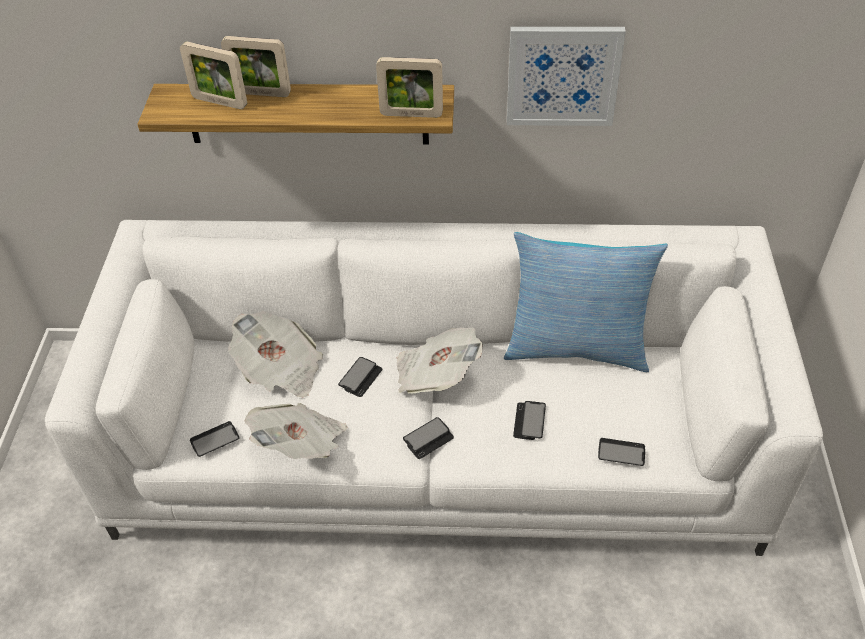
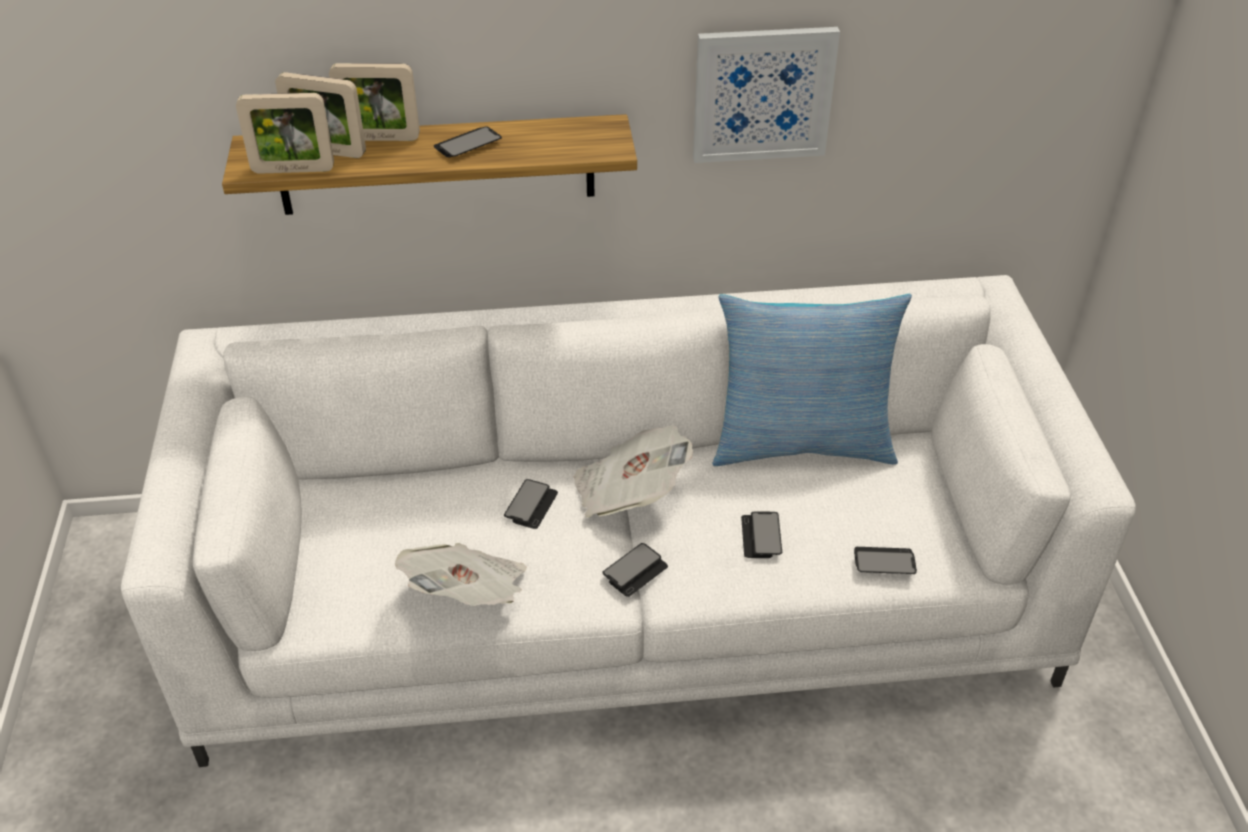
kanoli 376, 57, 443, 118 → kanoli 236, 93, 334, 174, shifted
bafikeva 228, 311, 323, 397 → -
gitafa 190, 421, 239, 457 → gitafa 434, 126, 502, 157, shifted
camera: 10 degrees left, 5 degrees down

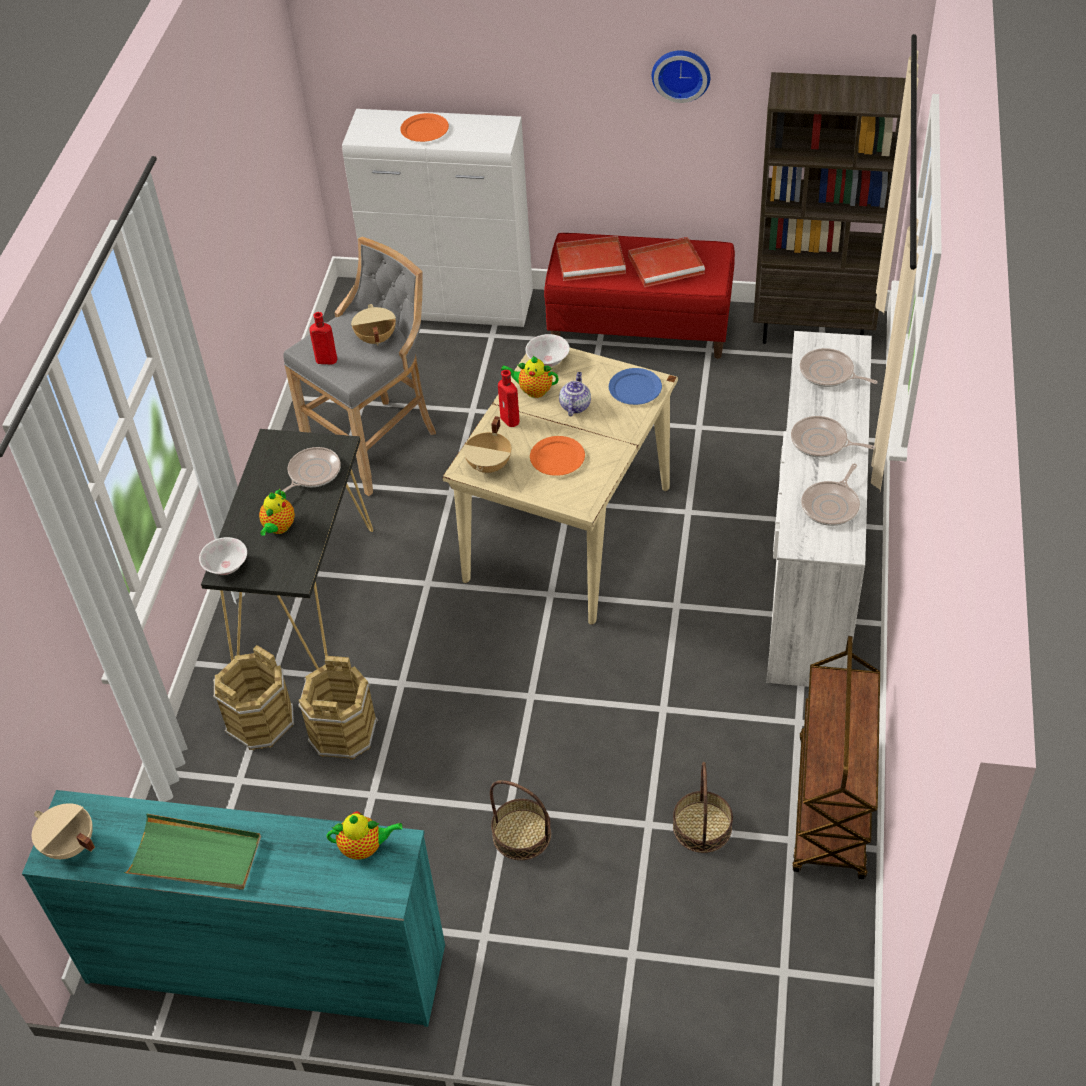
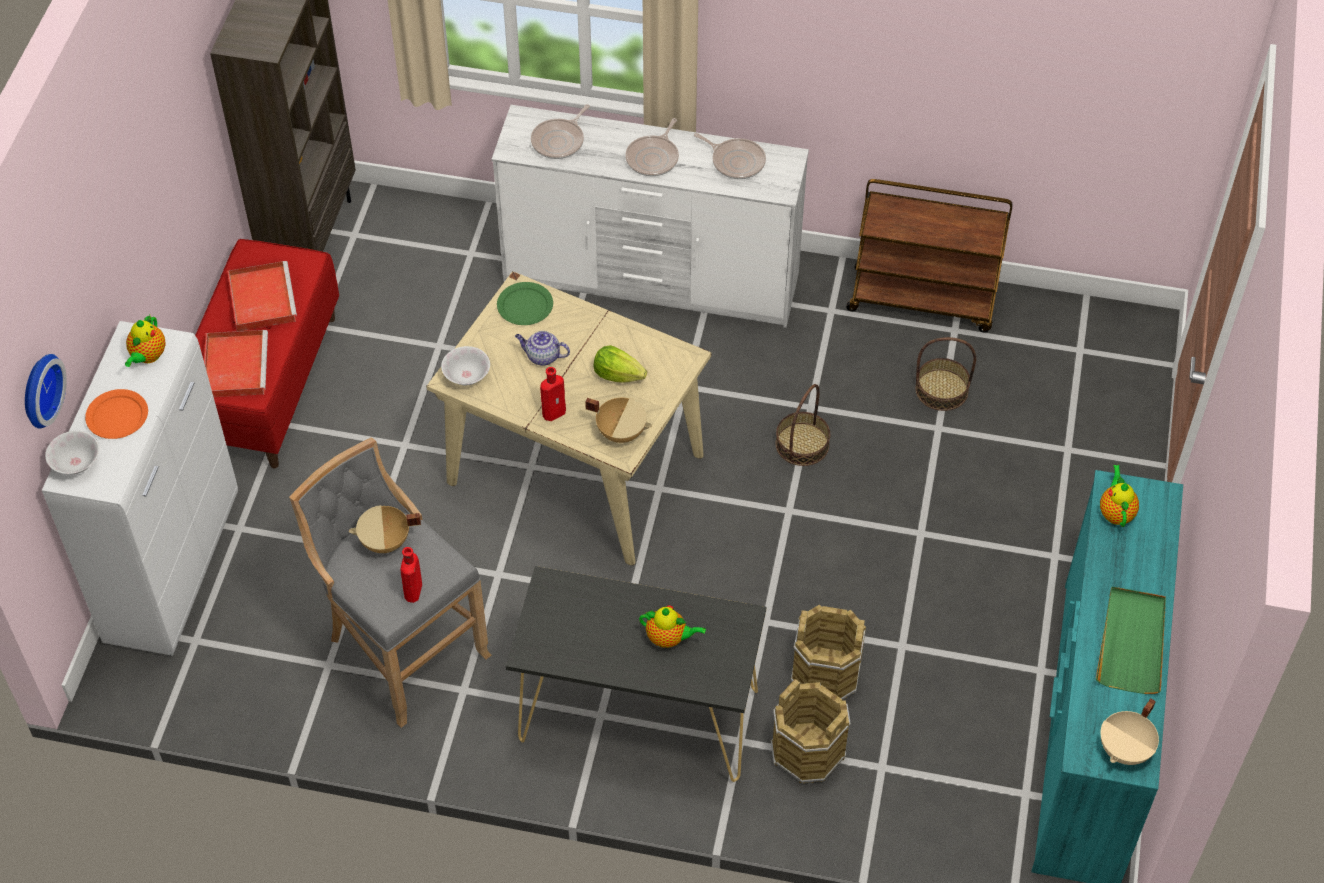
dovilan 652, 50, 710, 103 → dovilan 25, 354, 67, 429, shifted
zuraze 501, 356, 559, 398 → zuraze 125, 315, 165, 367, shifted
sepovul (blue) 609, 368, 662, 405 → sepovul (green) 497, 282, 553, 325
sepovul (orange) 530, 436, 585, 476 → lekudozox 594, 345, 647, 383
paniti 282, 447, 341, 492 → -
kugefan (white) 199, 537, 247, 575 → kugefan (white) 45, 431, 100, 474, shifted
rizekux 490, 780, 551, 860 → rizekux 775, 384, 830, 466, shifted
camera: 90 degrees left, 5 degrees up

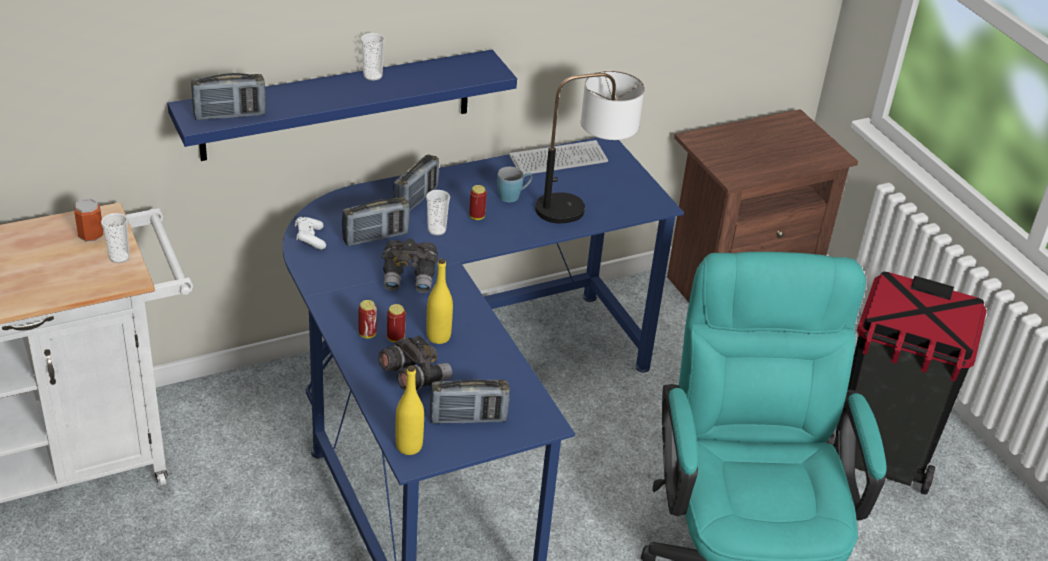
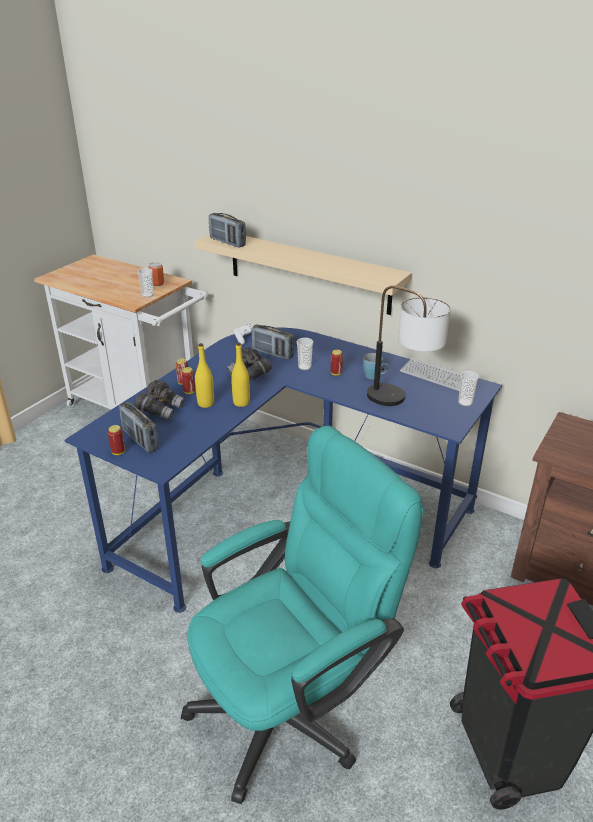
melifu 361, 33, 385, 81 → melifu 458, 371, 479, 406, shifted
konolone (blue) 167, 50, 517, 161 → konolone (beige) 195, 234, 412, 315
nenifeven 392, 155, 439, 211 → -
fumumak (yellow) 396, 365, 424, 455 → fumumak (yellow) 231, 343, 250, 407, shifted
- → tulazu 108, 425, 125, 455
camera: 60 degrees right, 5 degrees down

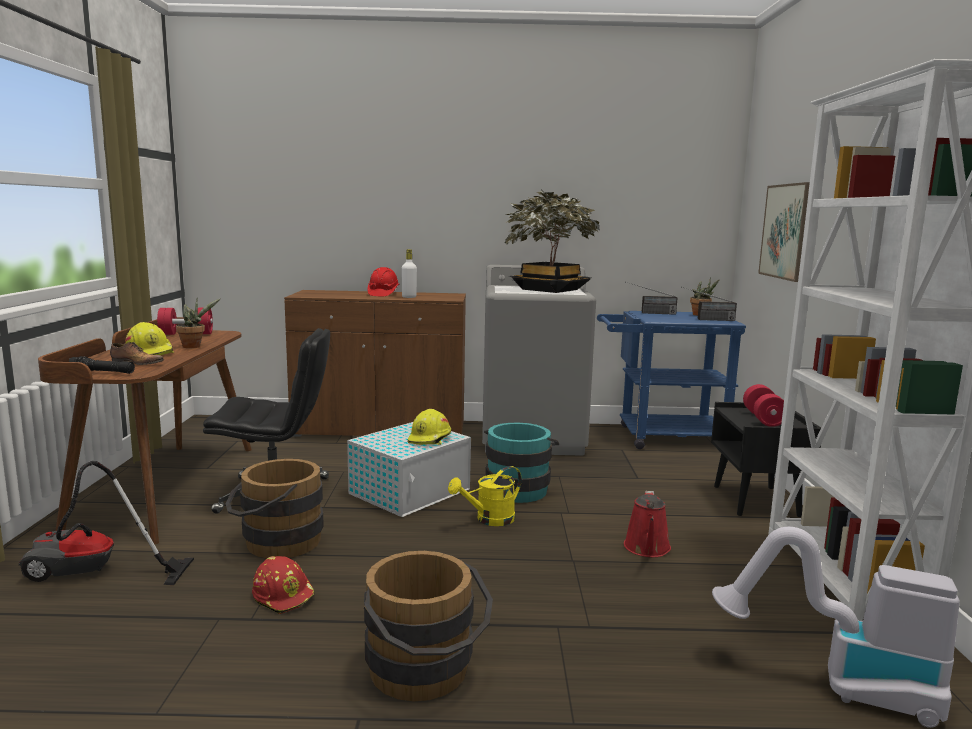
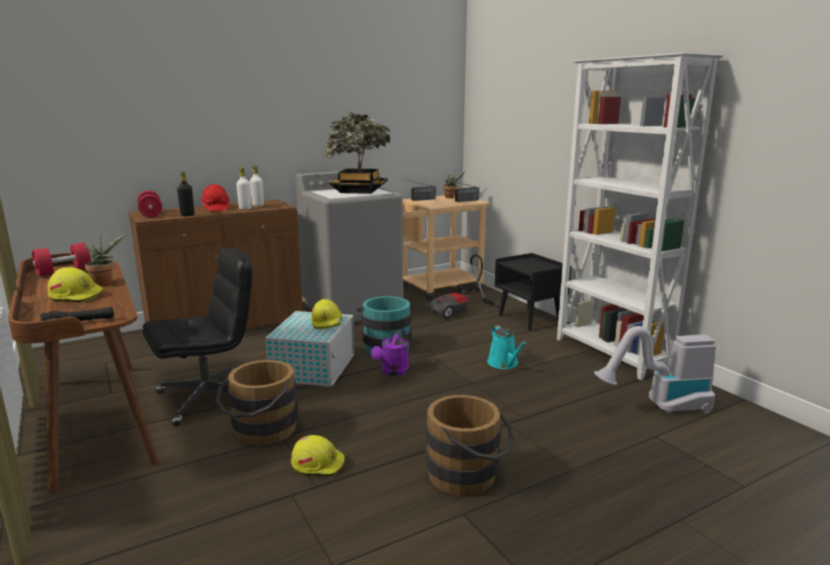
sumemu 758, 182, 810, 282 → -
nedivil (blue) 597, 311, 746, 449 → nedivil (beige) 403, 195, 489, 300
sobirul 110, 342, 164, 365 → -
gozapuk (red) 743, 384, 784, 427 → gozapuk (red) 138, 190, 162, 218, shifted
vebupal 19, 461, 194, 585 → vebupal 430, 254, 500, 319, shifted
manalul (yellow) 448, 466, 522, 526 → manalul (purple) 371, 330, 409, 376
manalul (red) 624, 491, 671, 557 → manalul (turquoise) 487, 326, 527, 369
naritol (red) 252, 556, 315, 614 → naritol (yellow) 291, 435, 345, 477
- → fumumak (white) 250, 165, 264, 206
- → fumumak (black) 177, 172, 194, 216
camera: 30 degrees left, 5 degrees up

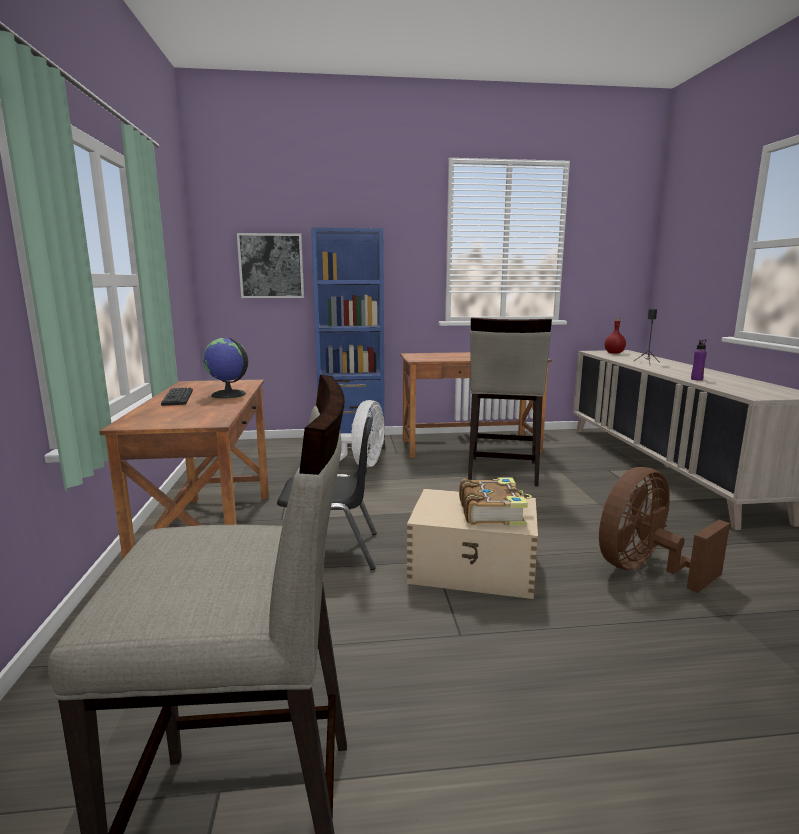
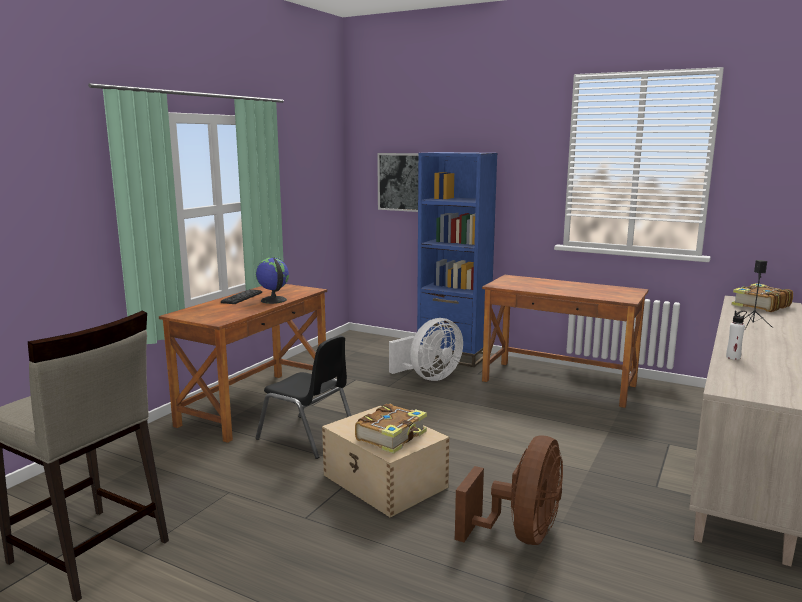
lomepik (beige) 468, 318, 552, 487 → -
fumumak (red) 605, 318, 626, 354 → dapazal 731, 283, 793, 312
fumumak (purple) 691, 339, 707, 381 → fumumak (white) 726, 311, 747, 360
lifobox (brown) 599, 467, 730, 593 → lifobox (brown) 455, 435, 563, 545, 120 degrees clockwise
camera: 35 degrees right, 0 degrees up

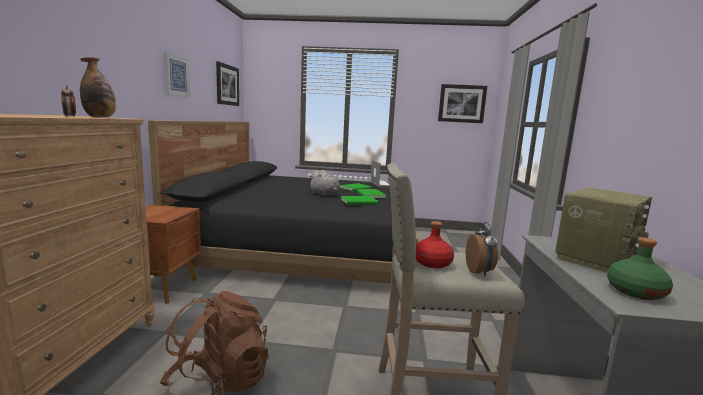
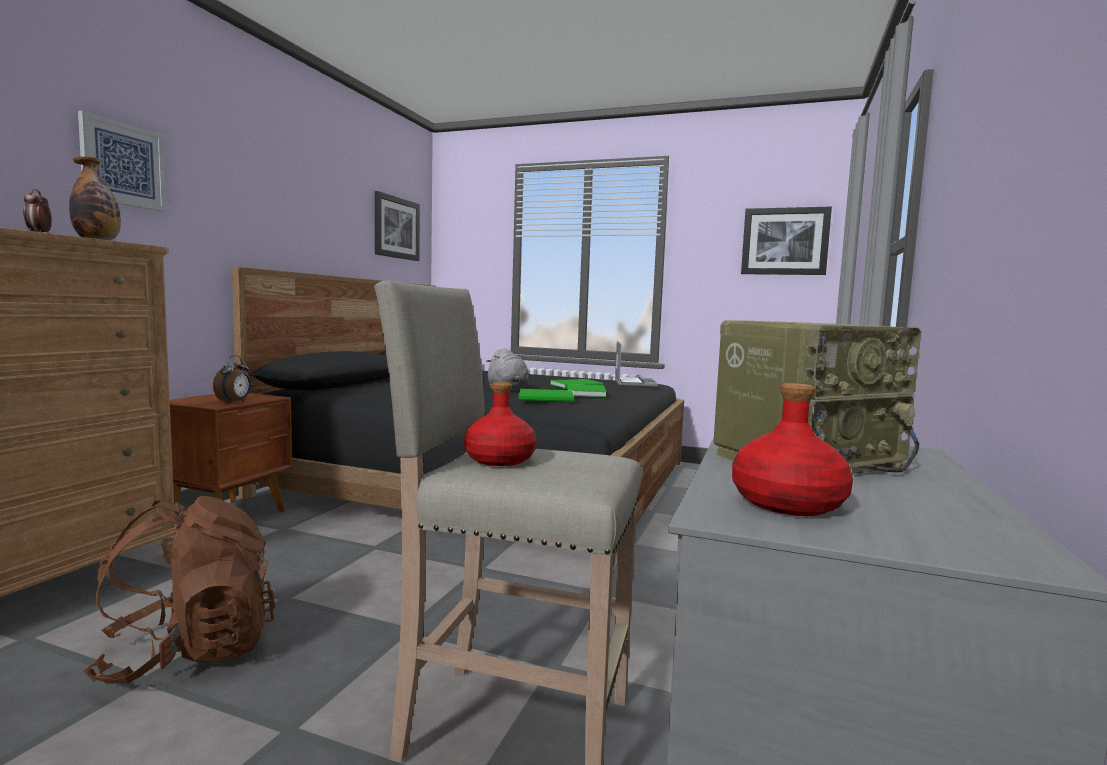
sumemu 163, 51, 191, 97 → sumemu 78, 111, 166, 211, shifted
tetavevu 466, 222, 498, 277 → tetavevu 213, 355, 251, 404, shifted
fumumak (green) 607, 237, 673, 300 → fumumak (red) 732, 383, 853, 516
camera: 15 degrees right, 5 degrees down

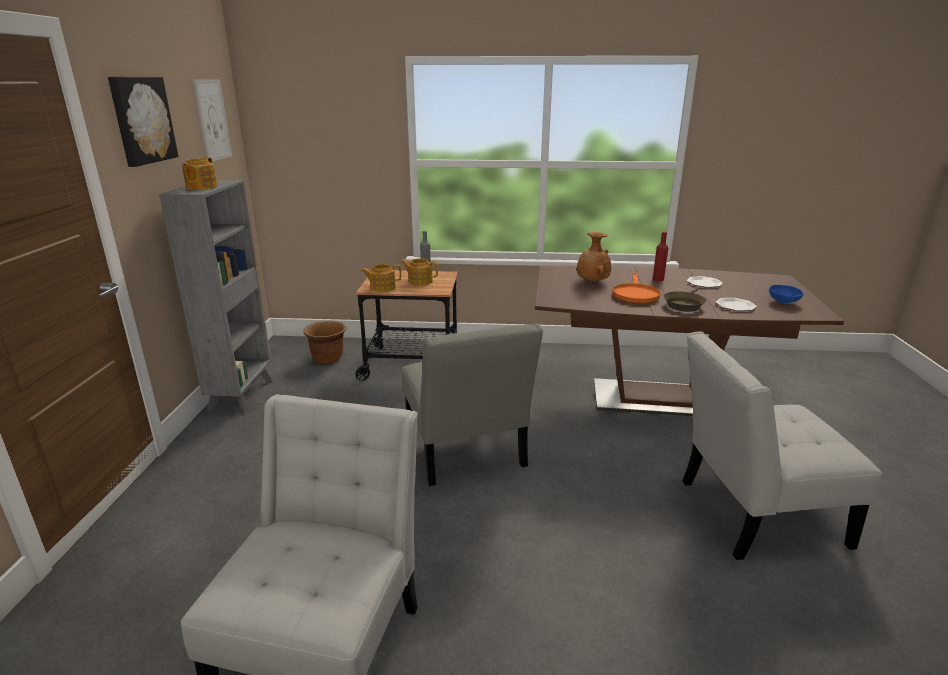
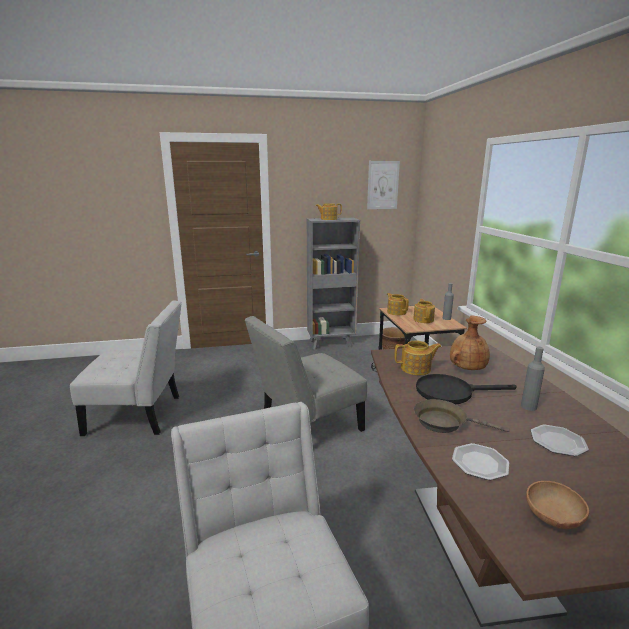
sumemu 108, 77, 178, 167 → -
fumumak (red) 653, 232, 668, 281 → fumumak (grey) 521, 347, 545, 411
paniti (orange) 612, 272, 661, 303 → paniti (black) 416, 374, 517, 404
kugefan (blue) 769, 285, 804, 304 → kugefan (brown) 526, 481, 589, 529
- → zuraze 394, 340, 442, 375
camera: 75 degrees right, 5 degrees down

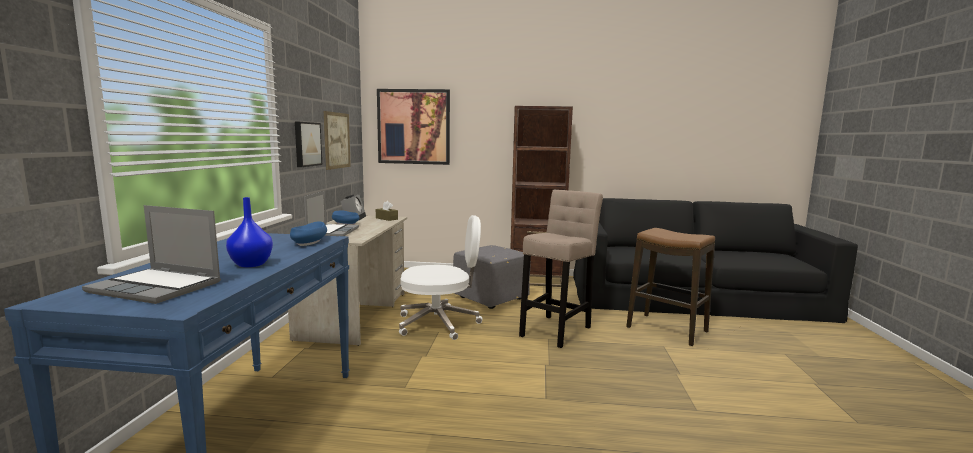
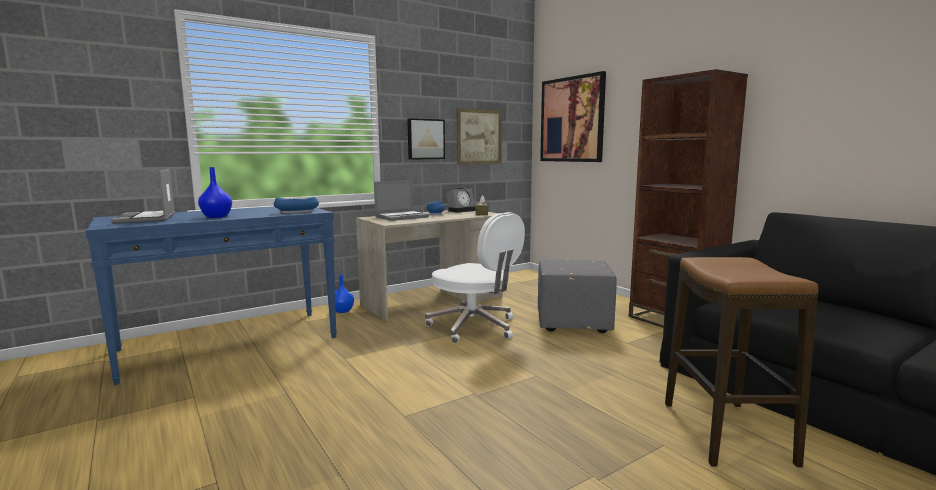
lomepik (beige) 519, 190, 603, 348 → -
- → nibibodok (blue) 335, 274, 354, 313
camera: 50 degrees right, 0 degrees up

